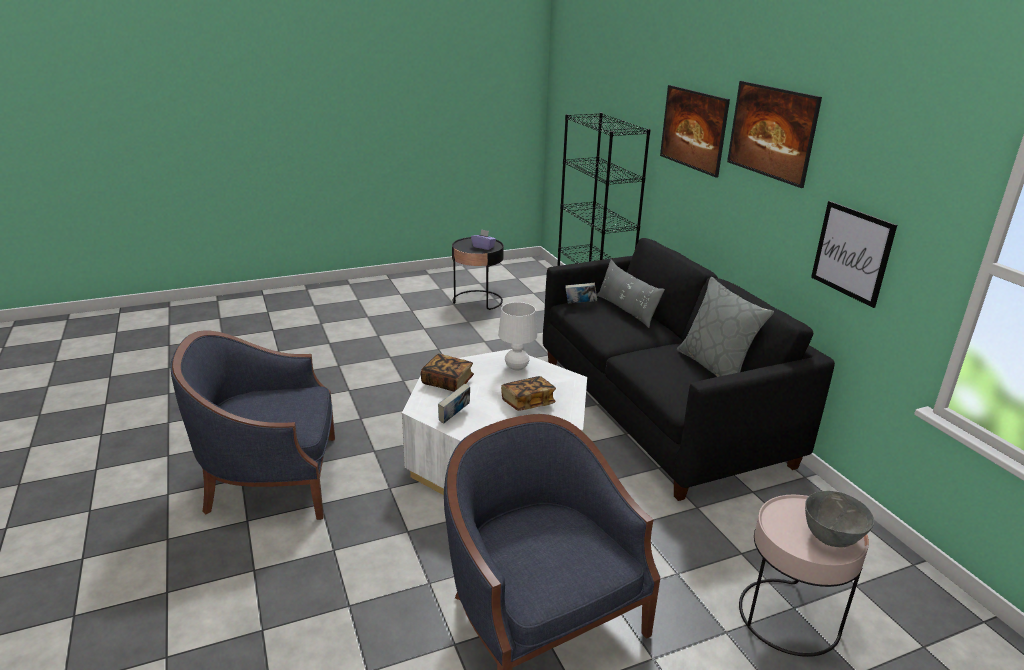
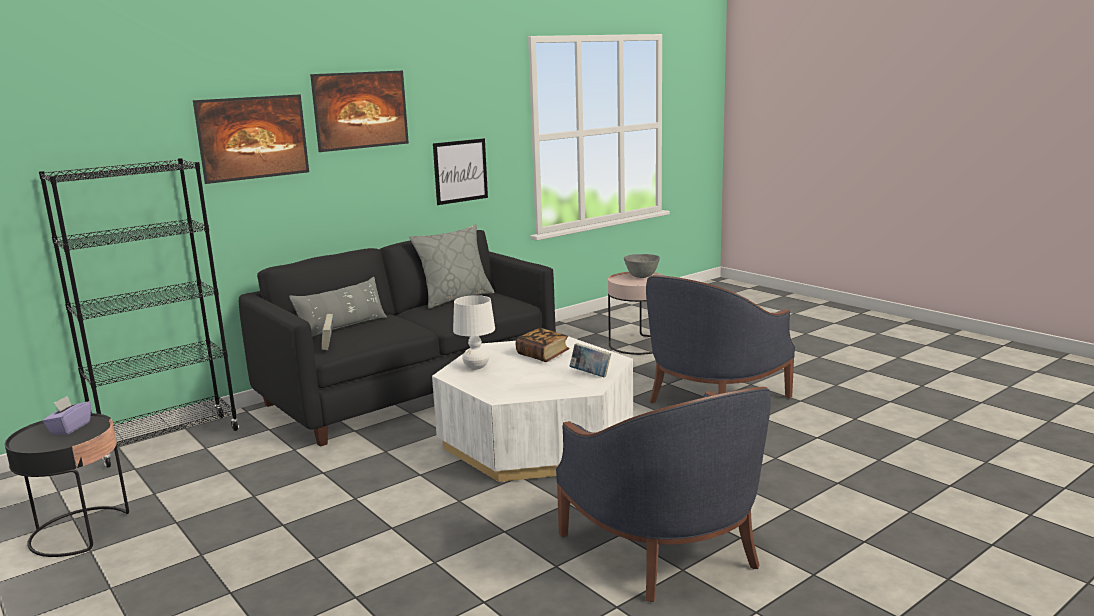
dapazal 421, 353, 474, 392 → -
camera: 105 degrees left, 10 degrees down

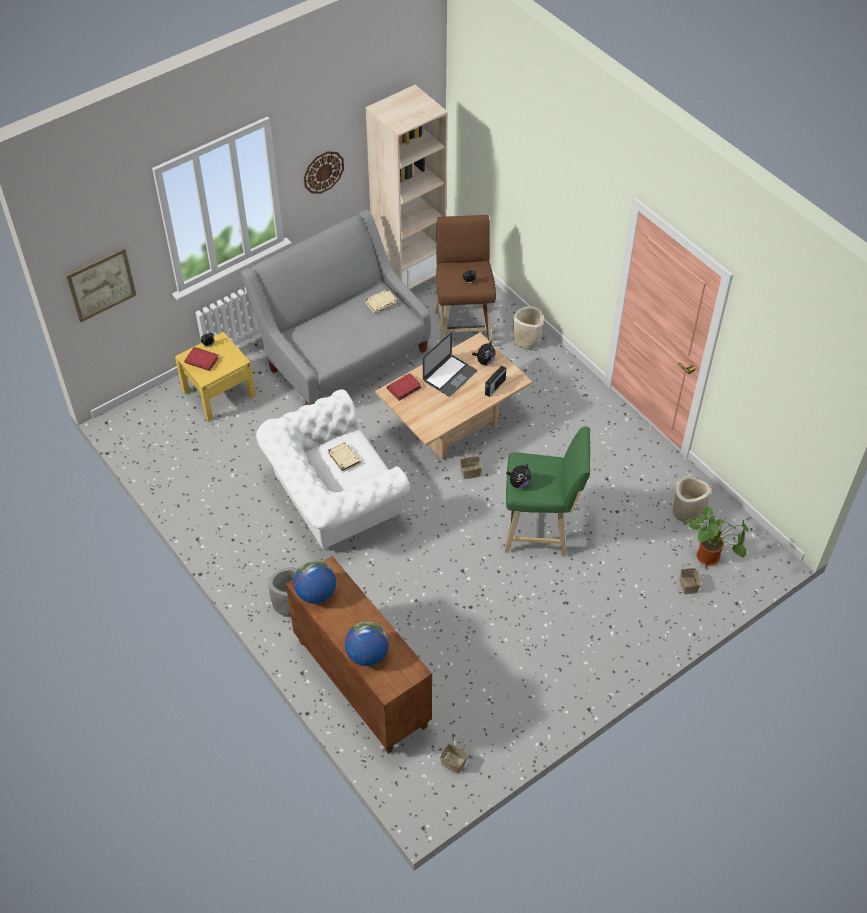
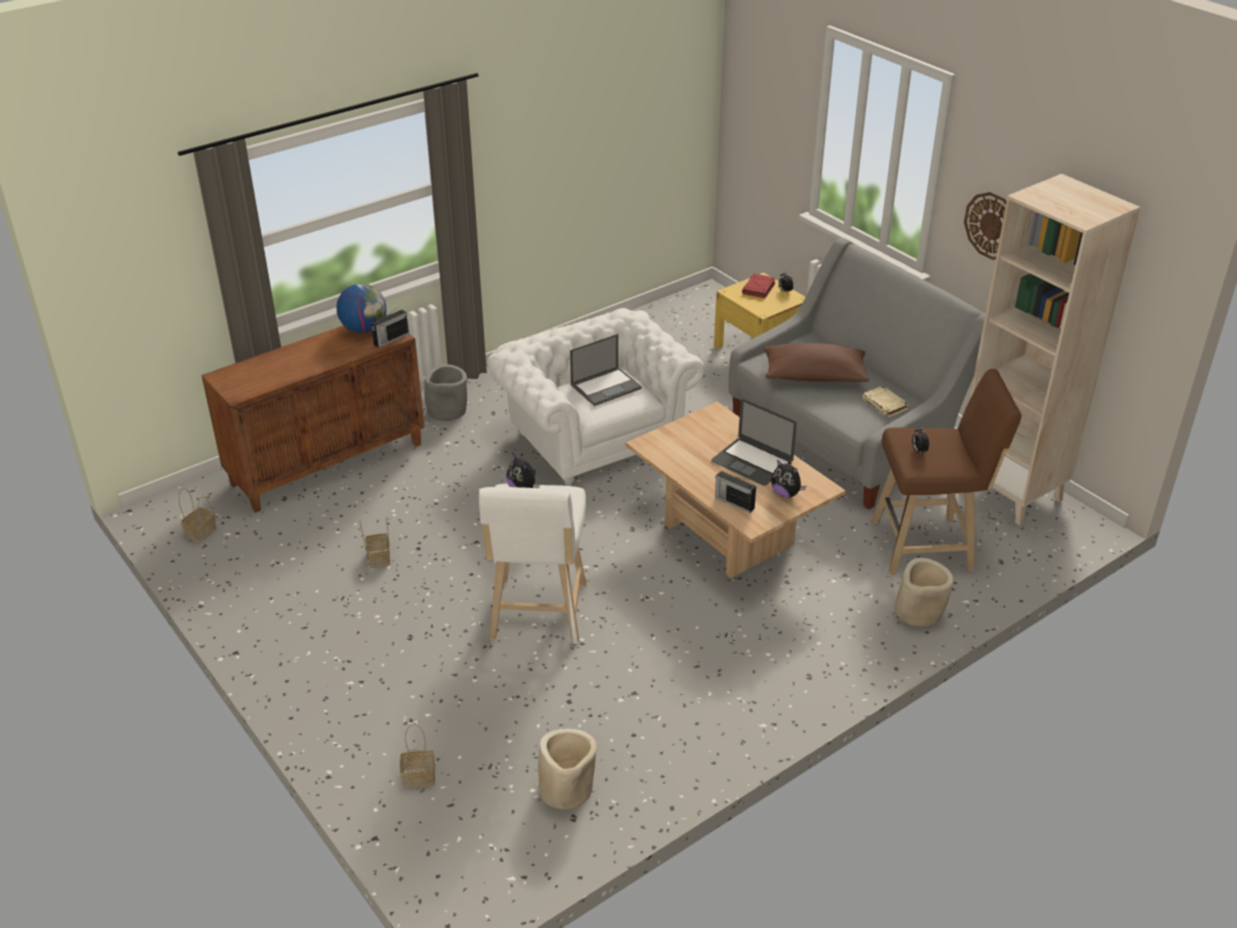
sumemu 66, 248, 136, 323 → -
dapazal (red) 387, 373, 422, 401 → -
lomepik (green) 504, 426, 590, 556 → lomepik (white) 479, 484, 587, 644
dapazal (beige) 328, 442, 361, 473 → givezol 570, 334, 642, 406
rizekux 460, 443, 482, 479 → rizekux 359, 516, 390, 568, shifted
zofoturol 684, 506, 749, 566 → -
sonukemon 345, 621, 389, 666 → -
- → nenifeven 371, 306, 409, 348
- → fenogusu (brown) 764, 343, 869, 382
camera: 90 degrees right, 15 degrees down

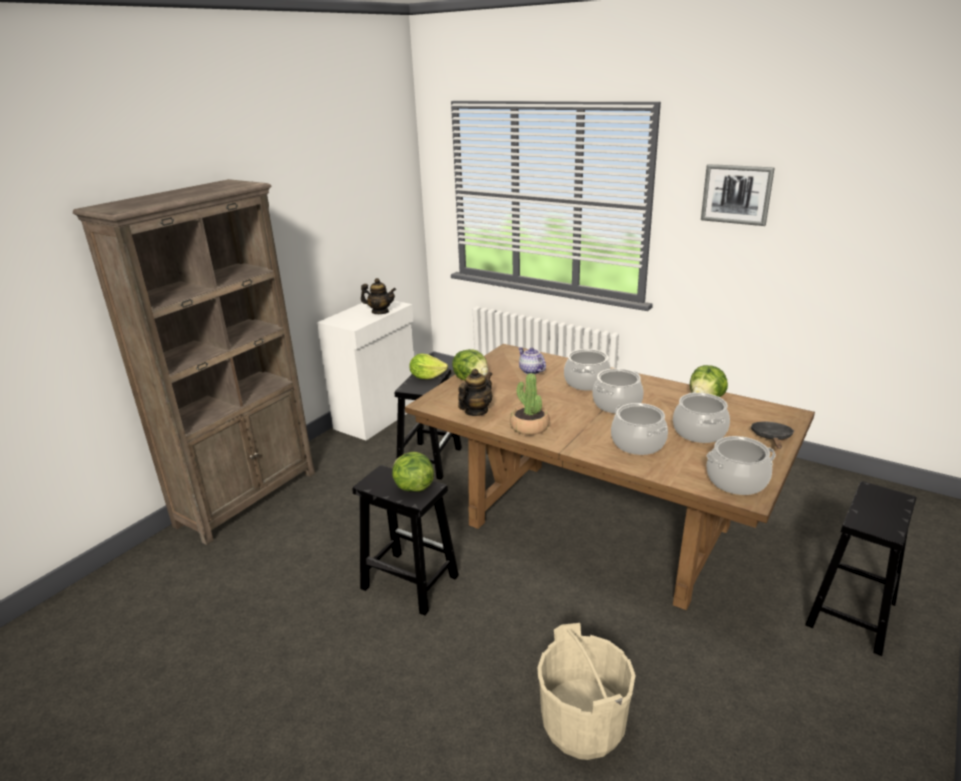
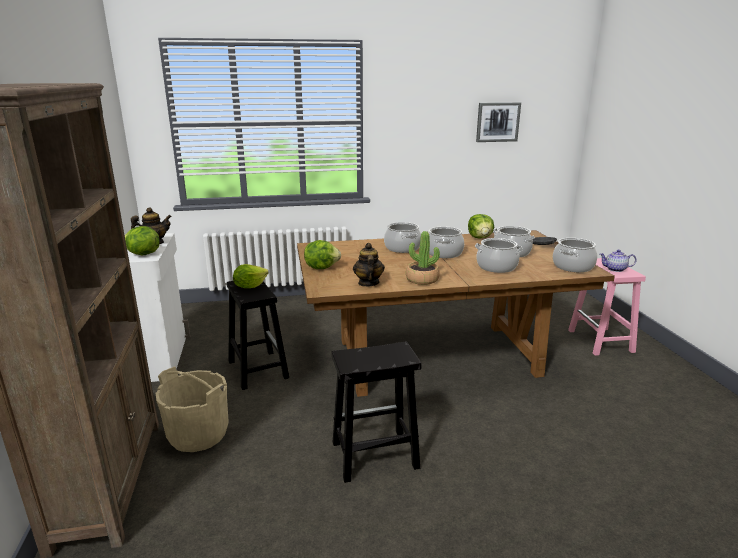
sumemu 701, 164, 775, 226 → sumemu 476, 102, 521, 142, shifted
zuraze 518, 347, 546, 374 → zuraze 600, 250, 637, 272, shifted
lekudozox 392, 452, 434, 492 → lekudozox 125, 226, 160, 256, shifted
lomepik (black) 805, 481, 916, 656 → lomepik (pink) 568, 258, 646, 356
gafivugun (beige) 537, 623, 636, 760 → gafivugun (beige) 155, 366, 229, 452, shifted
camera: 45 degrees left, 5 degrees down

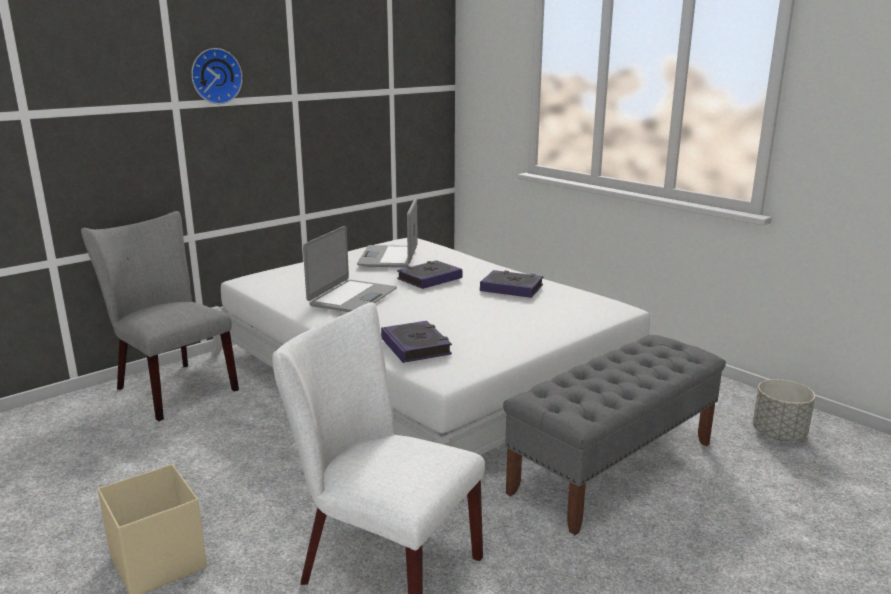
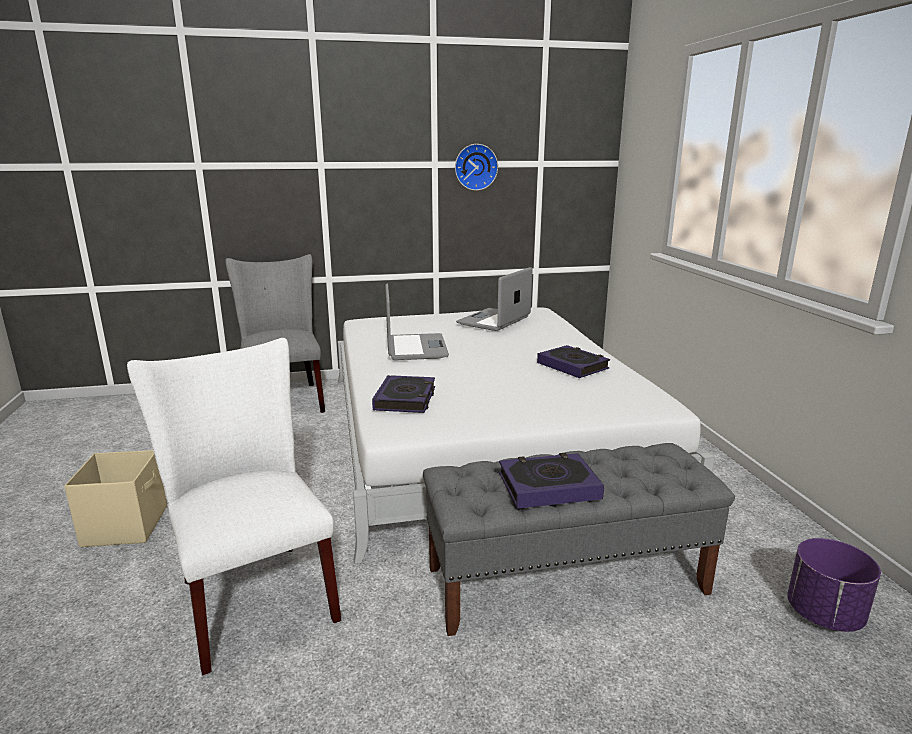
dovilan 191, 48, 243, 104 → dovilan 455, 144, 498, 191, shifted
givezol 303, 226, 397, 312 → givezol 385, 283, 449, 360, 60 degrees counterclockwise
dapazal 397, 260, 463, 289 → dapazal 499, 453, 604, 509, shifted
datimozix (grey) 753, 379, 815, 441 → datimozix (purple) 787, 538, 881, 632
camera: 30 degrees right, 0 degrees up

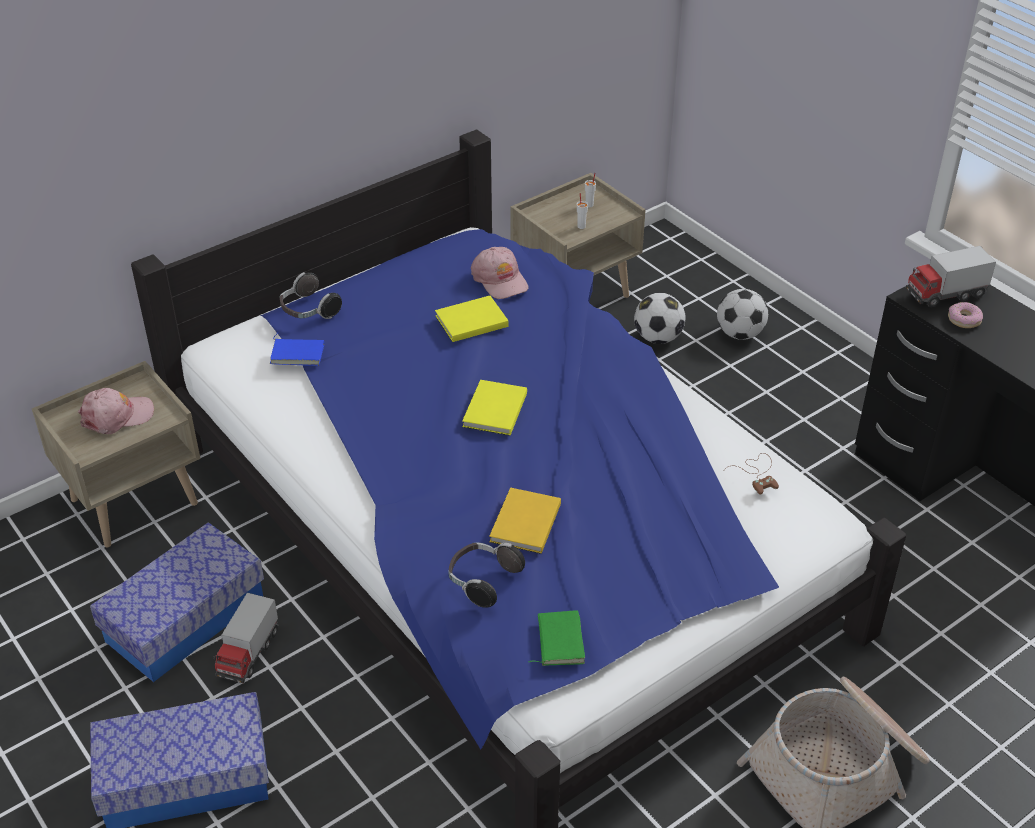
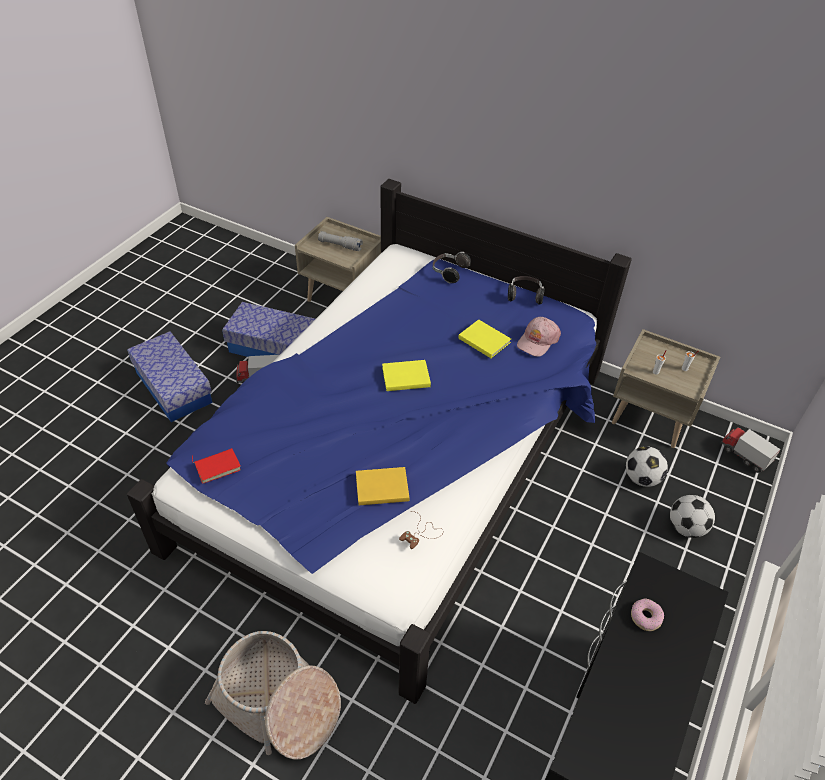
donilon 906, 246, 996, 308 → donilon 720, 427, 781, 473, shifted
dapazal (blue) 270, 332, 324, 366 → -
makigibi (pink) 78, 388, 154, 434 → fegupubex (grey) 318, 231, 363, 251
dapazal (yellow) 489, 487, 561, 554 → dapazal (yellow) 356, 467, 409, 505, shifted
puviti 448, 542, 525, 608 → puviti 508, 276, 545, 305, shifted
dapazal (green) 528, 610, 585, 666 → dapazal (red) 192, 448, 241, 484
camera: 65 degrees right, 5 degrees up

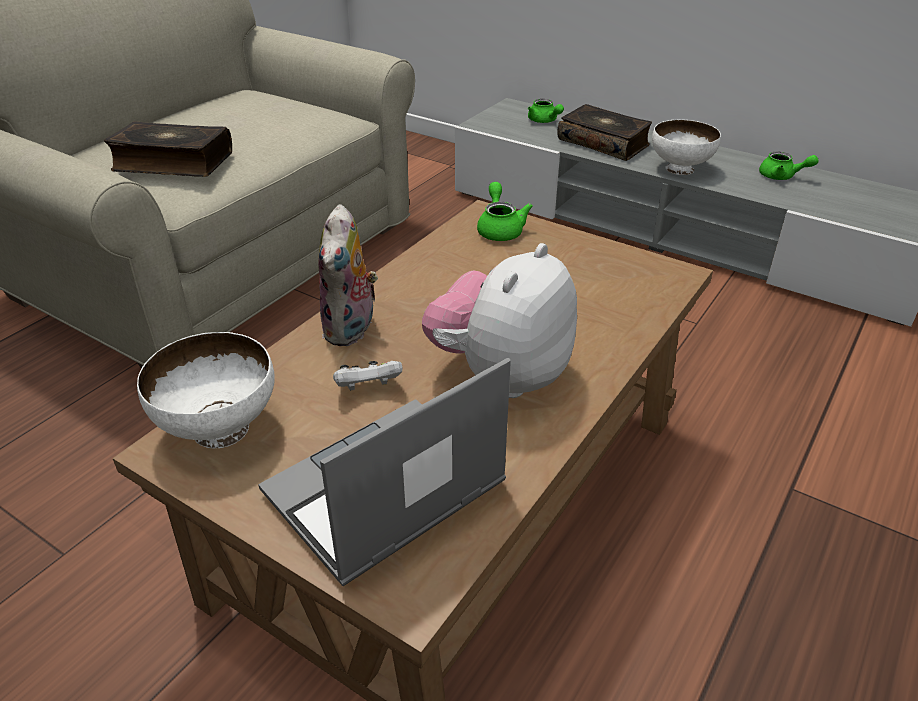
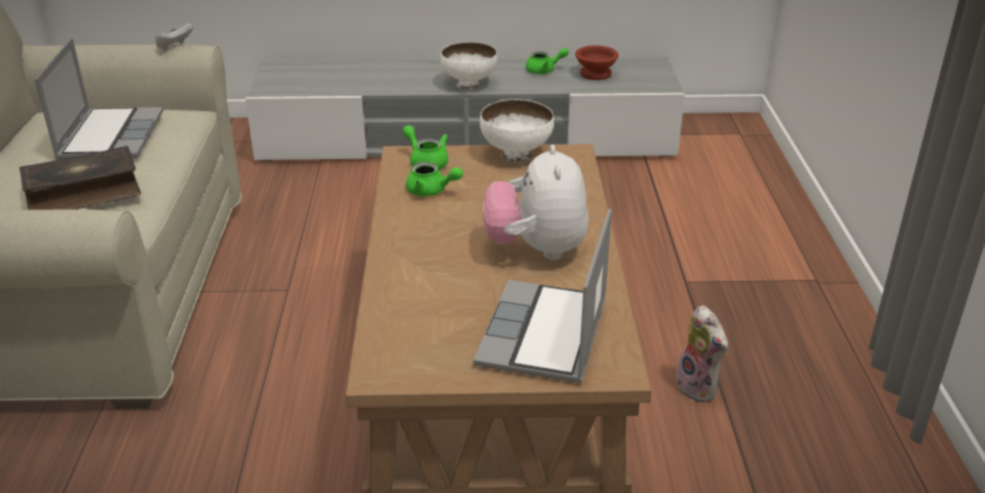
zuraze (green) 528, 99, 564, 123 → zuraze (green) 406, 162, 463, 196, shifted
dapazal 557, 104, 652, 161 → -
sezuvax 318, 204, 378, 346 → sezuvax 676, 305, 728, 402, shifted
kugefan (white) 137, 332, 275, 448 → kugefan (white) 480, 99, 554, 162, shifted
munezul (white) 333, 361, 402, 391 → munezul (white) 155, 24, 193, 49, shifted
- → givezol 35, 38, 163, 160
- → kugefan (brown) 575, 45, 619, 80
camera: 35 degrees left, 5 degrees down

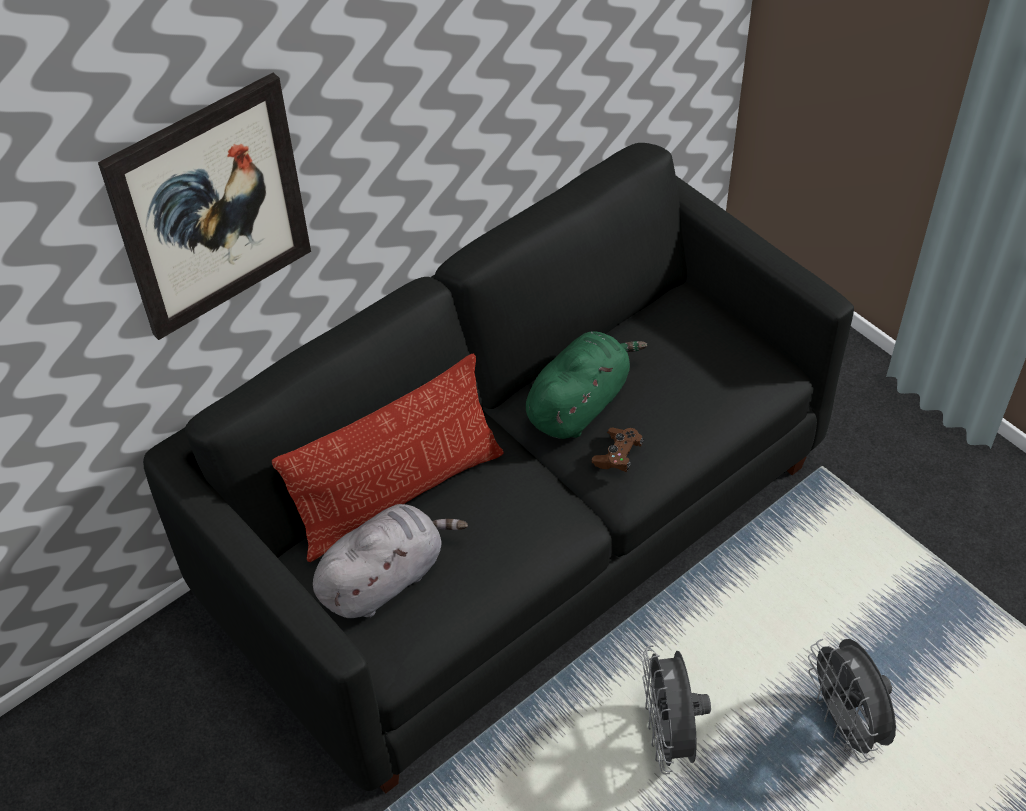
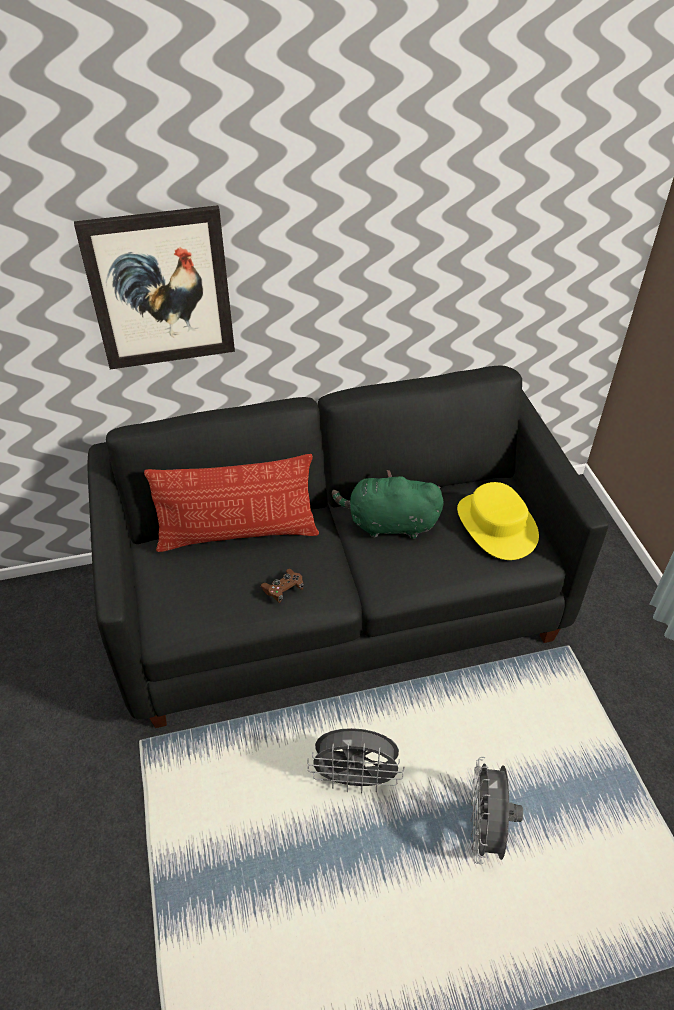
sezuvax (green) 526, 331, 647, 439 → sezuvax (green) 332, 470, 444, 539, 150 degrees counterclockwise
munezul (brown) 592, 427, 644, 472 → munezul (brown) 261, 569, 304, 603, shifted
sezuvax (grey) 313, 504, 468, 618 → -
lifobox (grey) 642, 645, 711, 775 → lifobox (grey) 307, 728, 404, 793, 105 degrees counterclockwise
- → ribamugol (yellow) 457, 482, 539, 560
camera: 25 degrees right, 5 degrees down

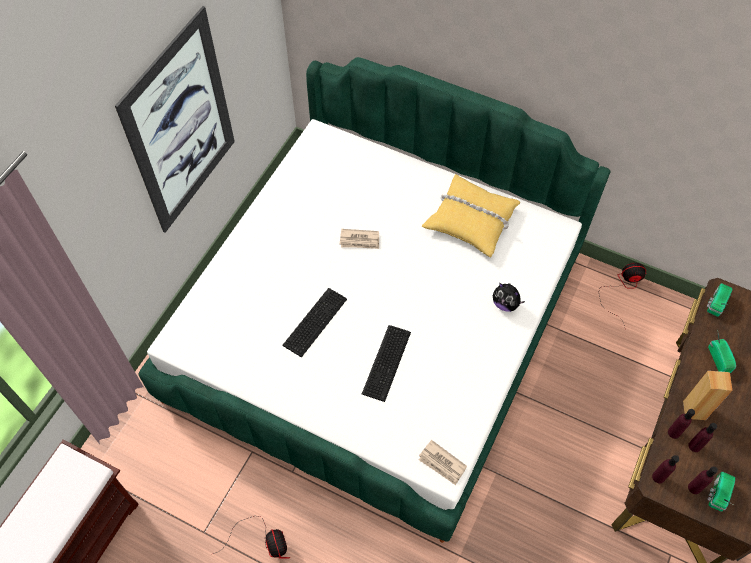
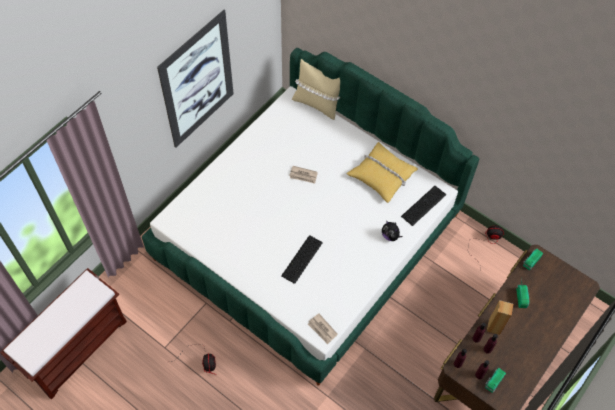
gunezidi 282, 288, 347, 358 → gunezidi 401, 186, 446, 226, shifted
- → fenogusu (beige) 292, 59, 340, 120
camera: 10 degrees right, 0 degrees up

